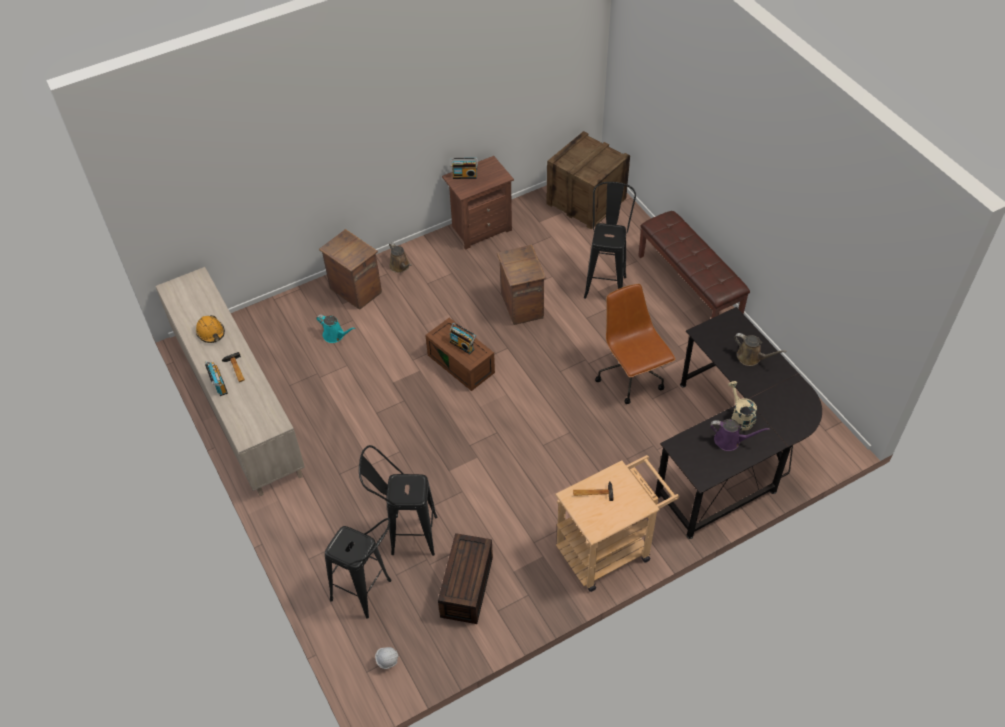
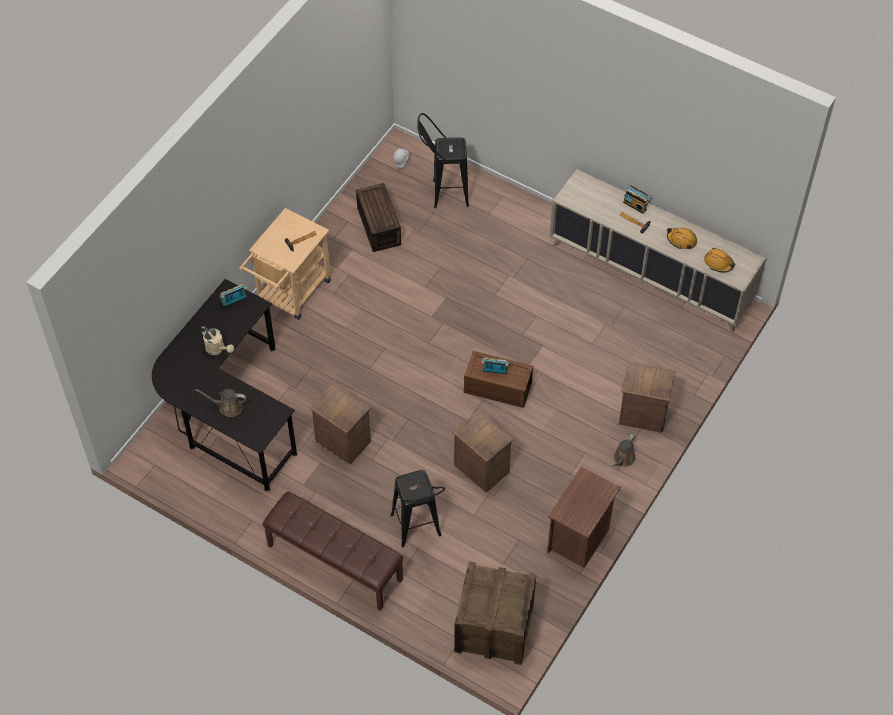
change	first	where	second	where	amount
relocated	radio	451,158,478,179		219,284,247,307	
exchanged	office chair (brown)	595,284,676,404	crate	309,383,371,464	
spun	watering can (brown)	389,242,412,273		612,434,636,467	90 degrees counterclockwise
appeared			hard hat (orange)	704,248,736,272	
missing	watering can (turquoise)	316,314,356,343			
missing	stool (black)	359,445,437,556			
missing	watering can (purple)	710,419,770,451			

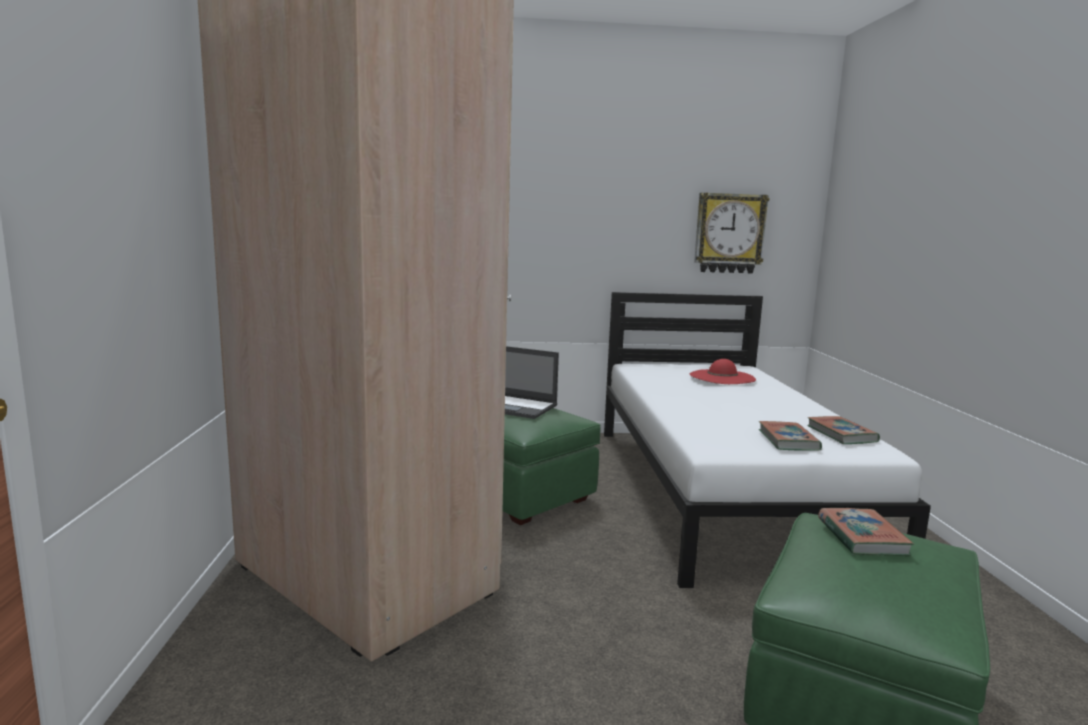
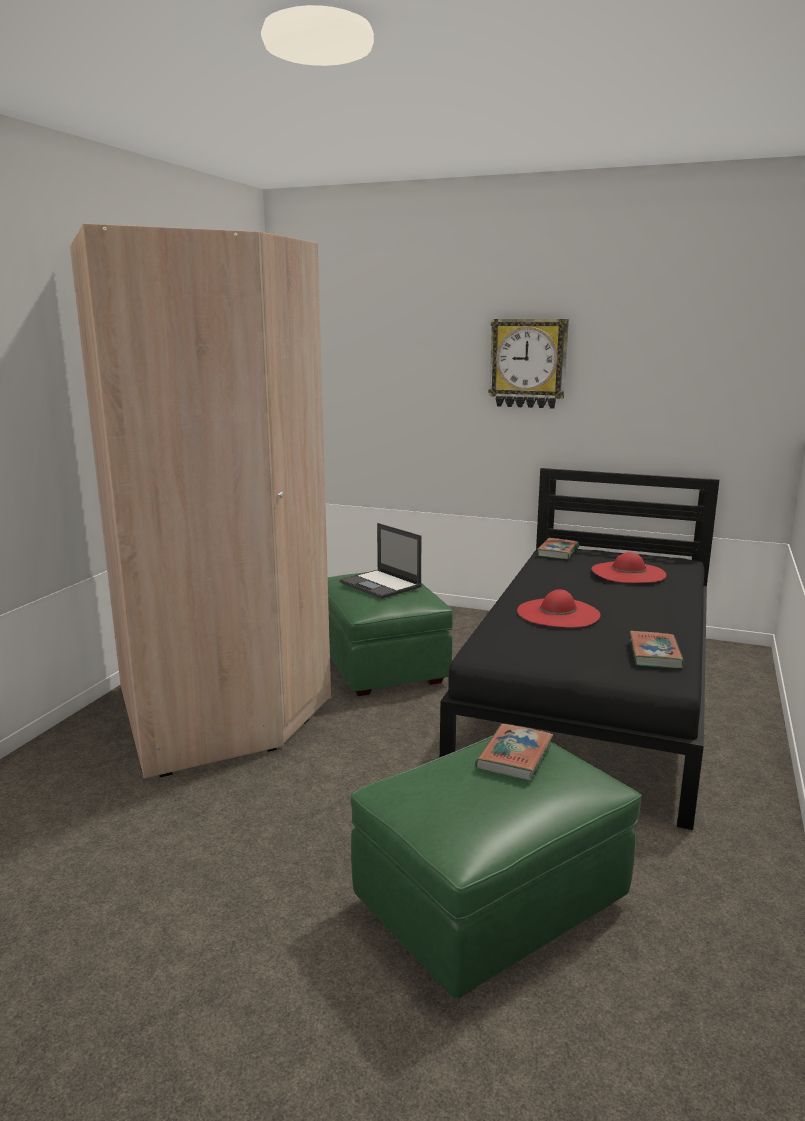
change	first	where	second	where	amount
colour	bed (white)	604,292,931,588	bed (black)	440,468,719,830	
relocated	wall clock	694,193,769,273		489,319,569,409	
appeared			hat (red)	517,589,600,628	
relocated	book	759,421,822,451		537,538,579,559	

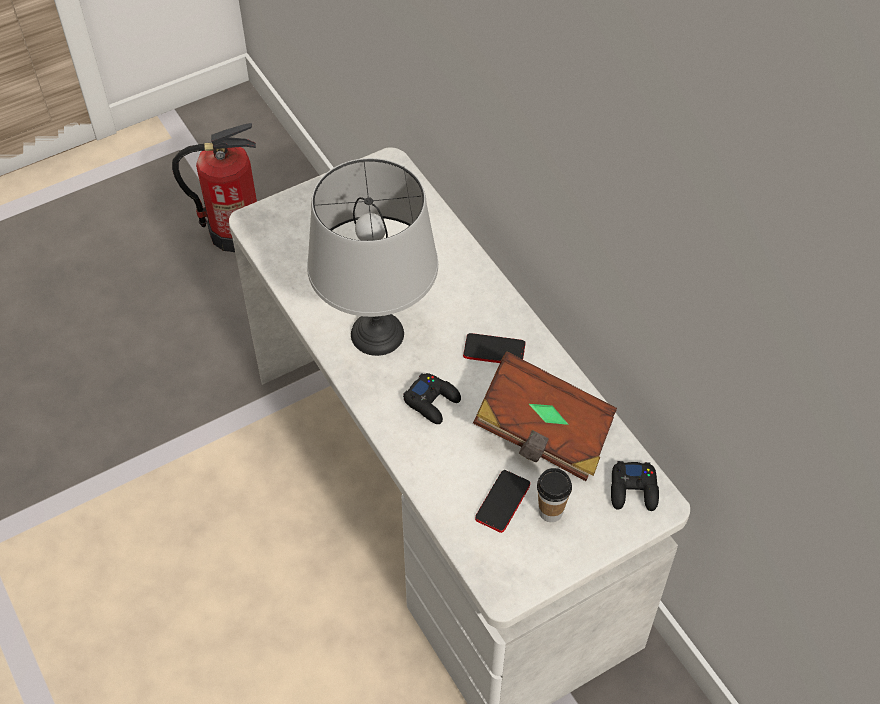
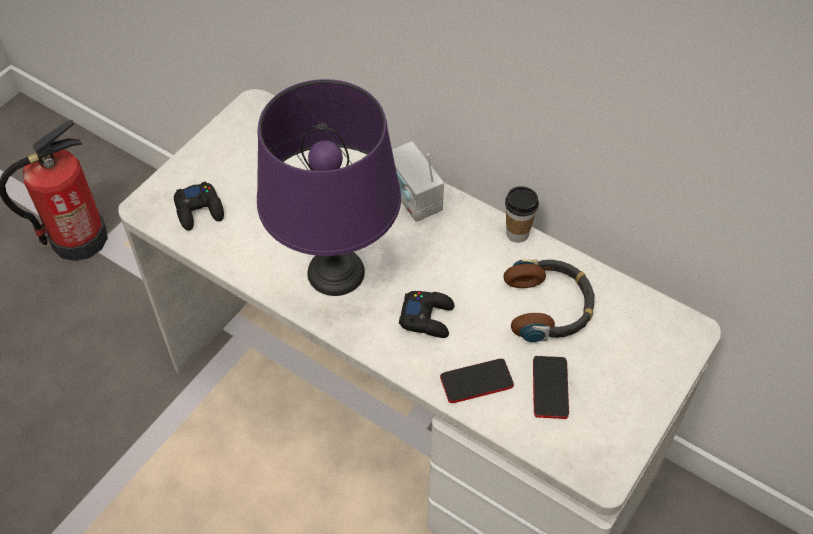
change	first	where	second	where	amount
relocated	game controller (black)	611,461,659,511		174,181,224,231	
colour	table lamp (grey)	307,158,438,356	table lamp (purple)	257,79,401,296	
appeared			radio	392,141,444,222	
relocated	phone	463,333,526,363		440,359,514,403	
exchanged	book (brown)	473,351,617,481	headphones	504,259,595,342	
relocated	cup	537,468,572,522		505,186,539,243	

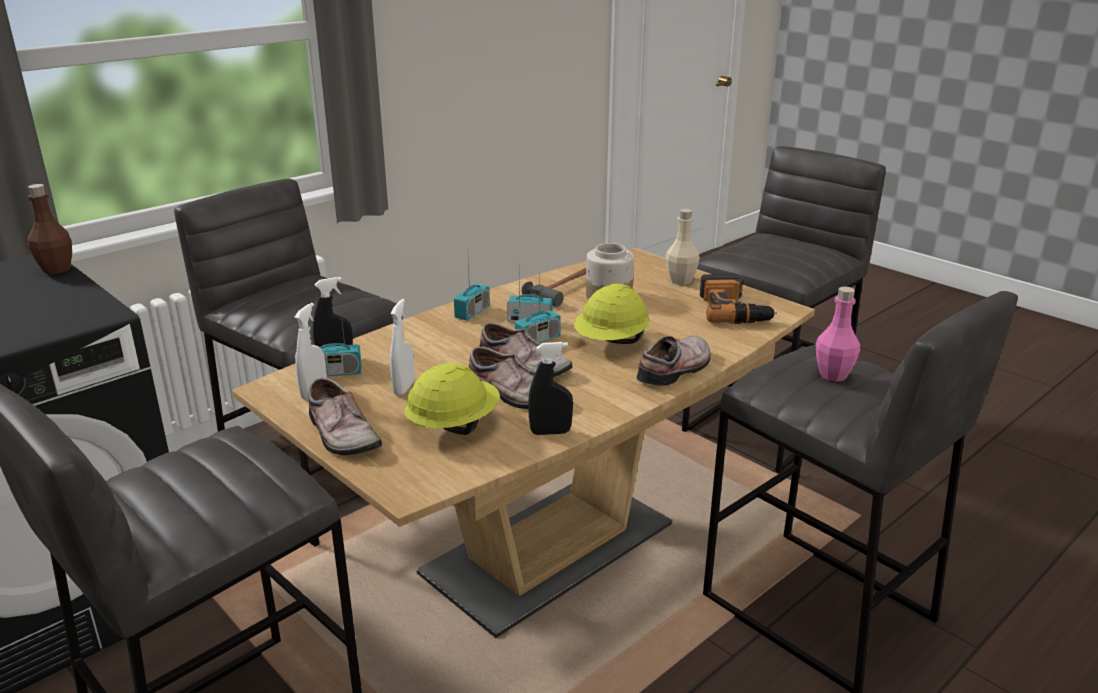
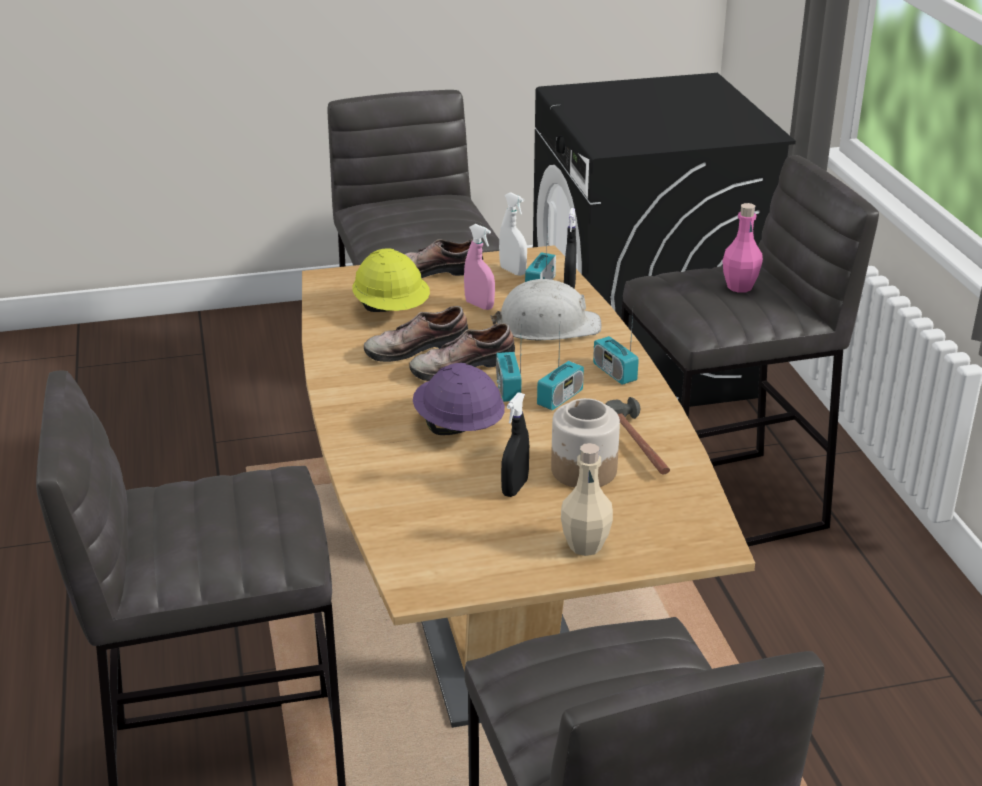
change	first	where	second	where	amount
colour	hard hat (yellow)	574,284,649,344	hard hat (purple)	413,363,505,435	
colour	spray bottle (white)	390,299,414,395	spray bottle (pink)	464,224,495,310	
appeared			hard hat (white)	490,279,602,341	
relocated	spray bottle (black)	528,342,573,435		501,392,529,497	
relocated	bottle (pink)	816,287,860,382		722,203,763,293	
missing	bottle (brown)	28,184,72,275			
missing	shoe	637,335,710,386			
missing	power drill	700,274,777,324			

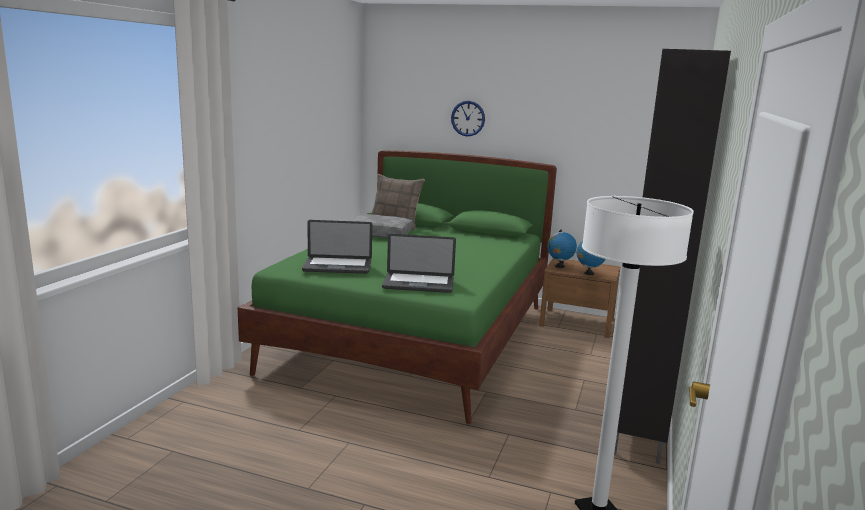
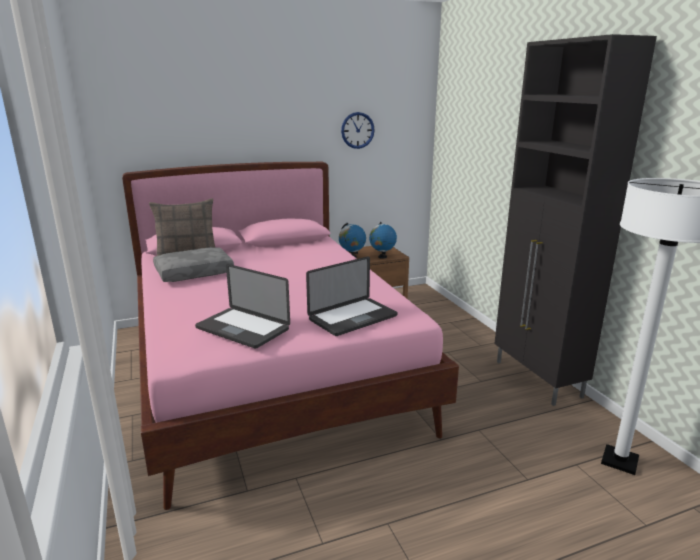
change	first	where	second	where	amount
colour	bed (green)	238,150,557,424	bed (pink)	122,162,459,510	
spun	laptop	302,220,372,274		195,264,290,349	75 degrees clockwise
relocated	wall clock	451,101,485,136		341,112,375,149	

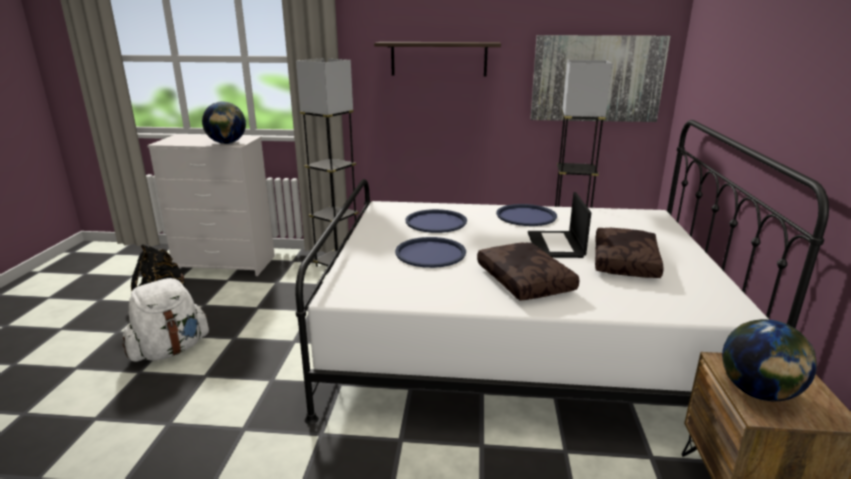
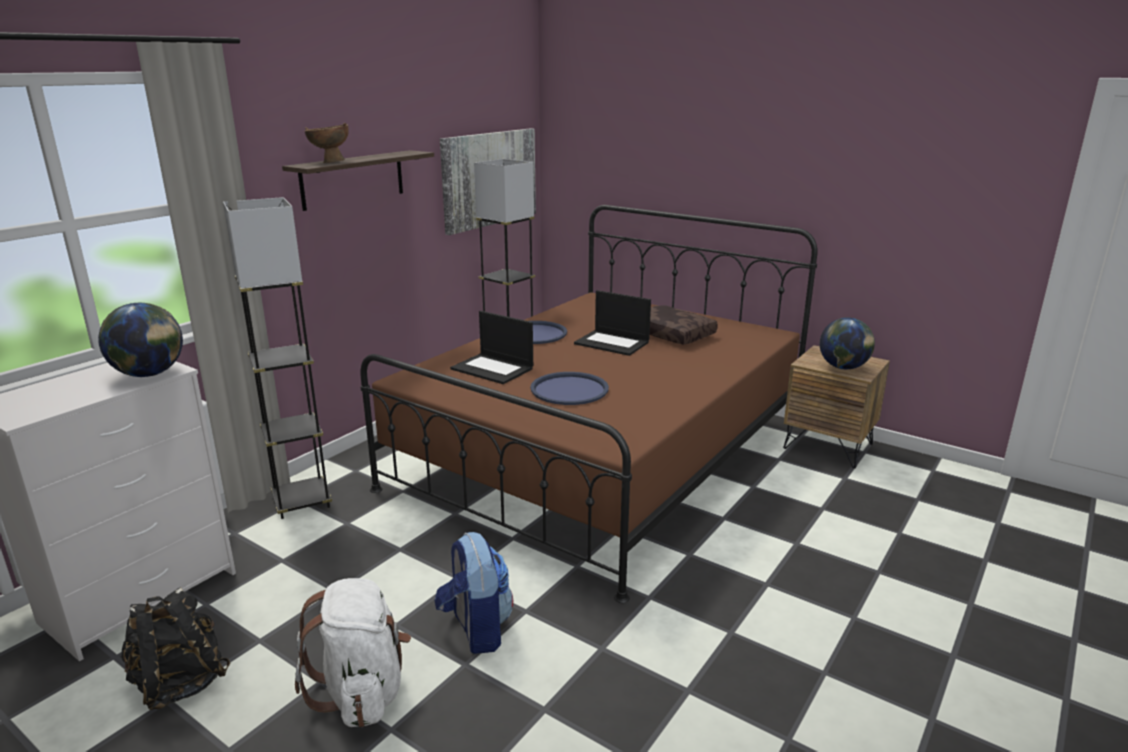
change	first	where	second	where	amount
appeared			bowl (brown)	305,123,349,163	
colour	bed (white)	296,120,829,424	bed (brown)	360,205,818,603	
appeared			backpack	434,532,513,654	
exchanged	tray (blue)	405,209,467,233	laptop	450,311,533,384	
missing	pillow (brown)	477,242,580,301			

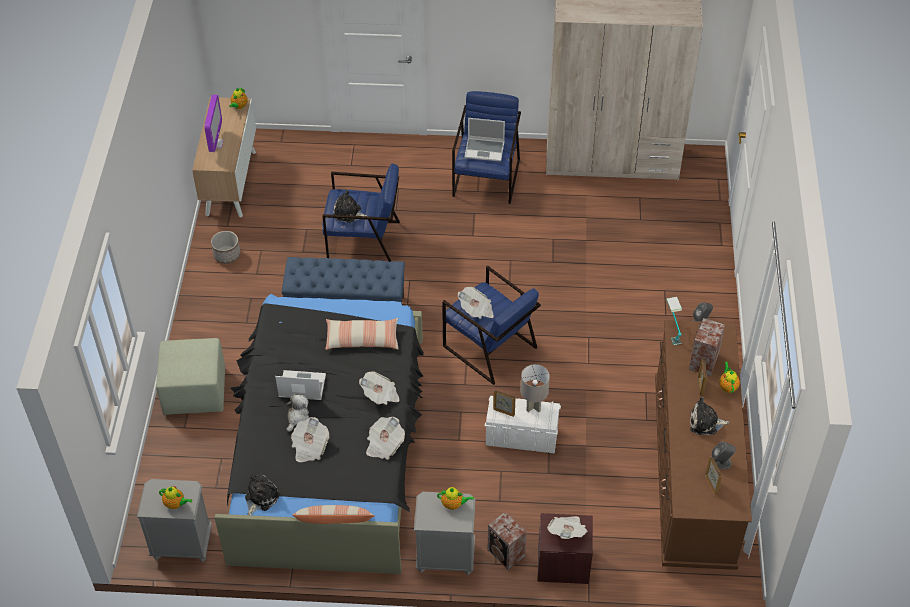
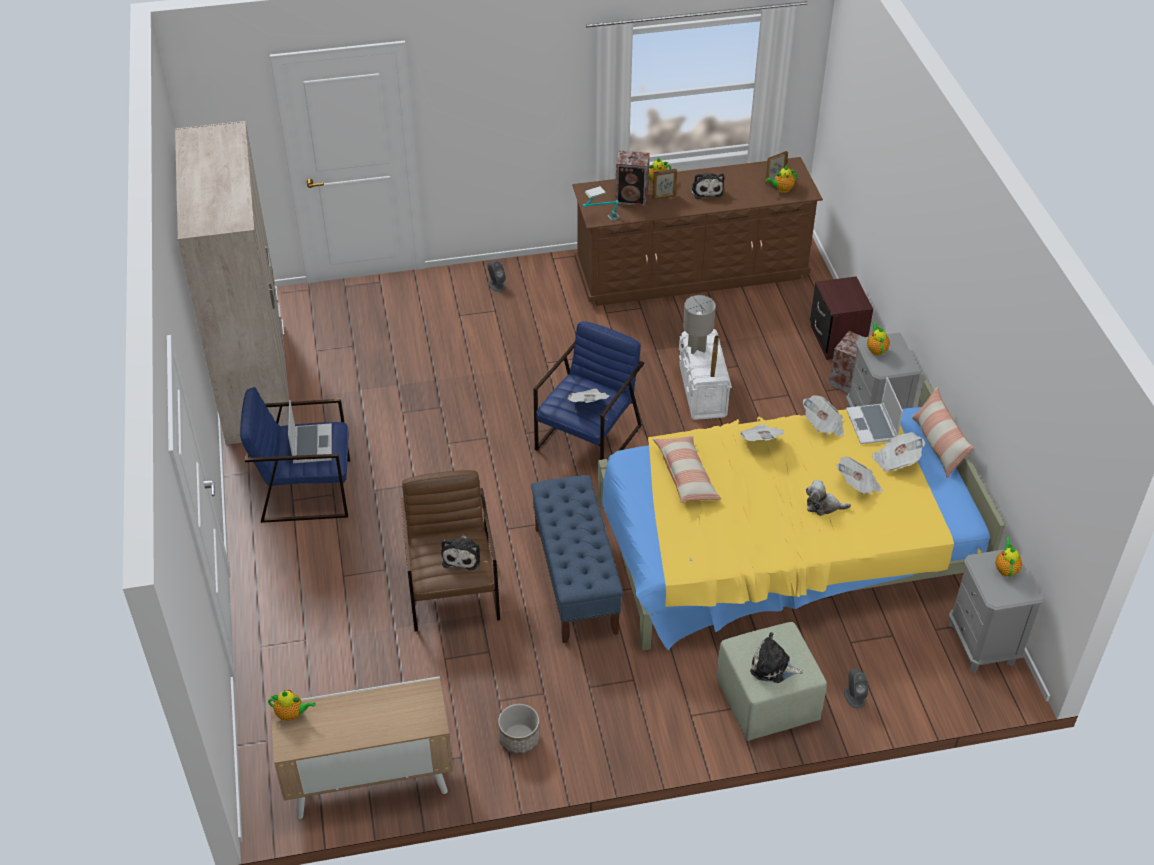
change	first	where	second	where	amount
colour	armchair (blue)	322,164,400,262	armchair (brown)	400,470,500,632	
colour	bed (black)	214,294,424,574	bed (yellow)	598,380,1005,651	
relocated	plush toy	245,475,280,515		750,632,803,683	
appeared			teapot	765,166,798,193	
relocated	speaker (grey)	712,442,736,469		844,668,868,708	
relocated	laptop	275,370,326,400		846,377,903,444	
relocated	newspaper	547,516,588,539		872,432,925,472	
missing	monitor	204,95,224,152			

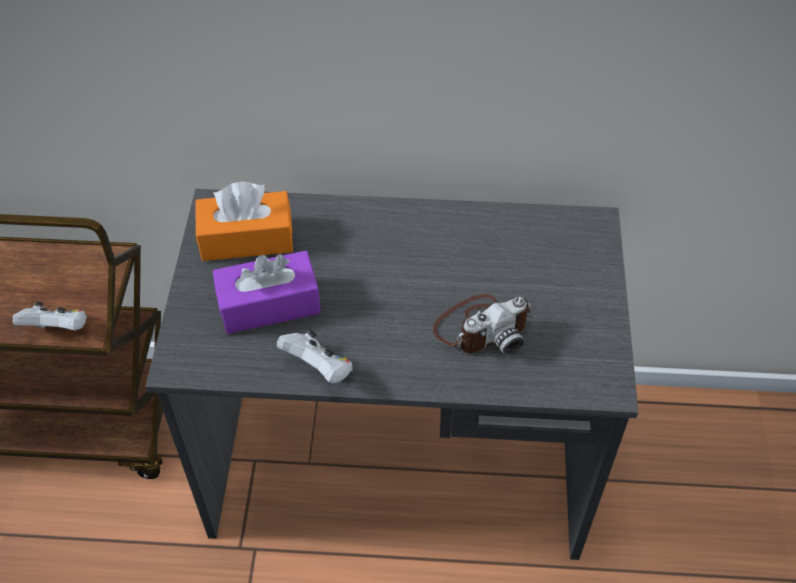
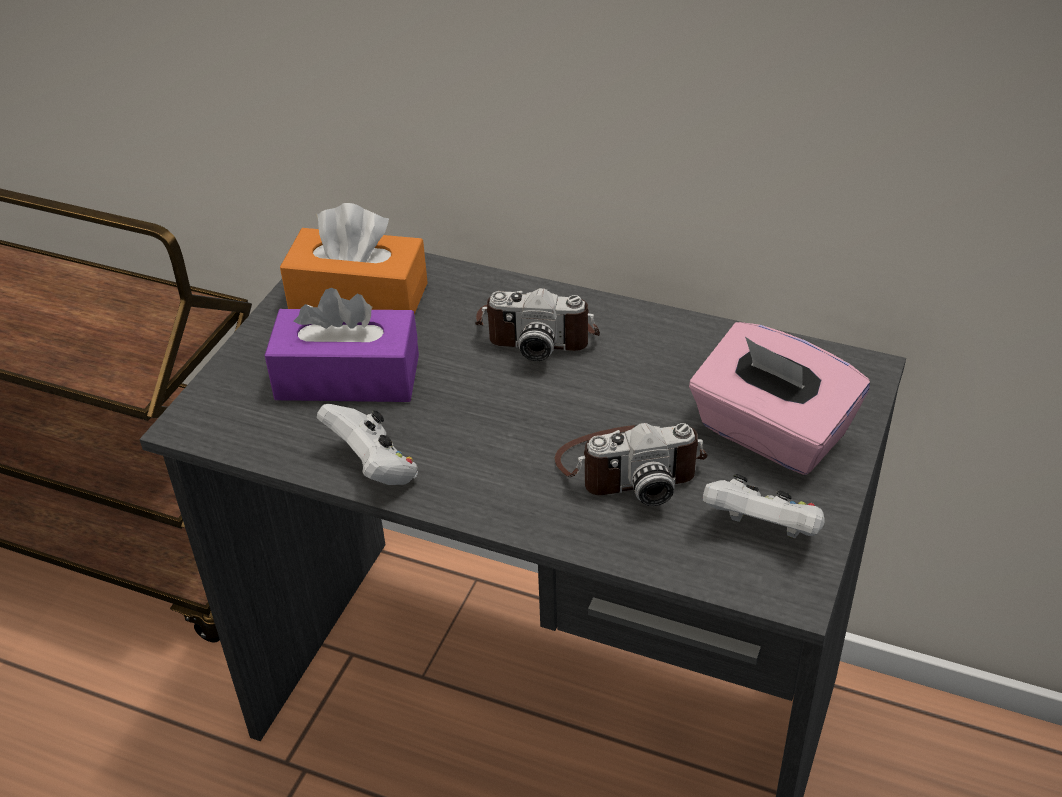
change	first	where	second	where	amount
appeared			photo camera	475,288,600,361	
appeared			tissue box (pink)	689,322,870,475	
relocated	game controller (white)	13,302,87,331		703,474,825,539	

